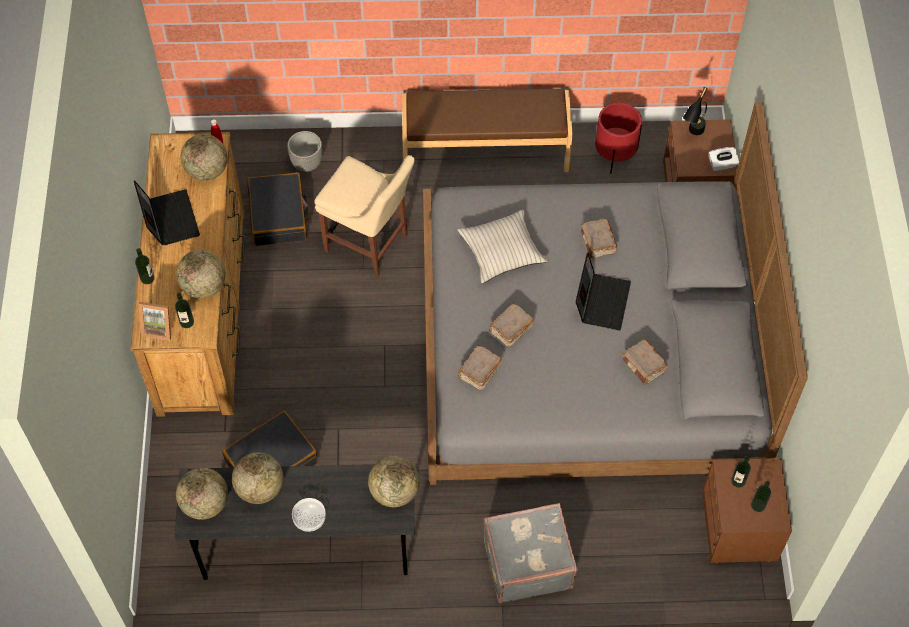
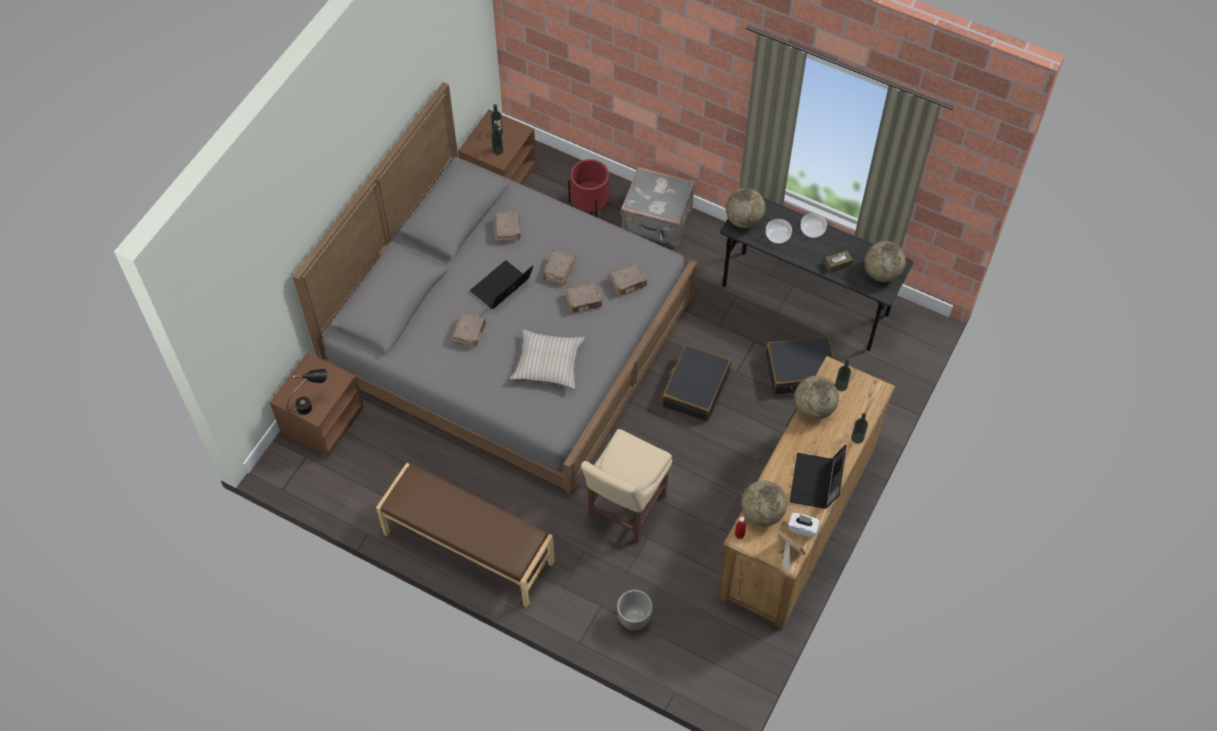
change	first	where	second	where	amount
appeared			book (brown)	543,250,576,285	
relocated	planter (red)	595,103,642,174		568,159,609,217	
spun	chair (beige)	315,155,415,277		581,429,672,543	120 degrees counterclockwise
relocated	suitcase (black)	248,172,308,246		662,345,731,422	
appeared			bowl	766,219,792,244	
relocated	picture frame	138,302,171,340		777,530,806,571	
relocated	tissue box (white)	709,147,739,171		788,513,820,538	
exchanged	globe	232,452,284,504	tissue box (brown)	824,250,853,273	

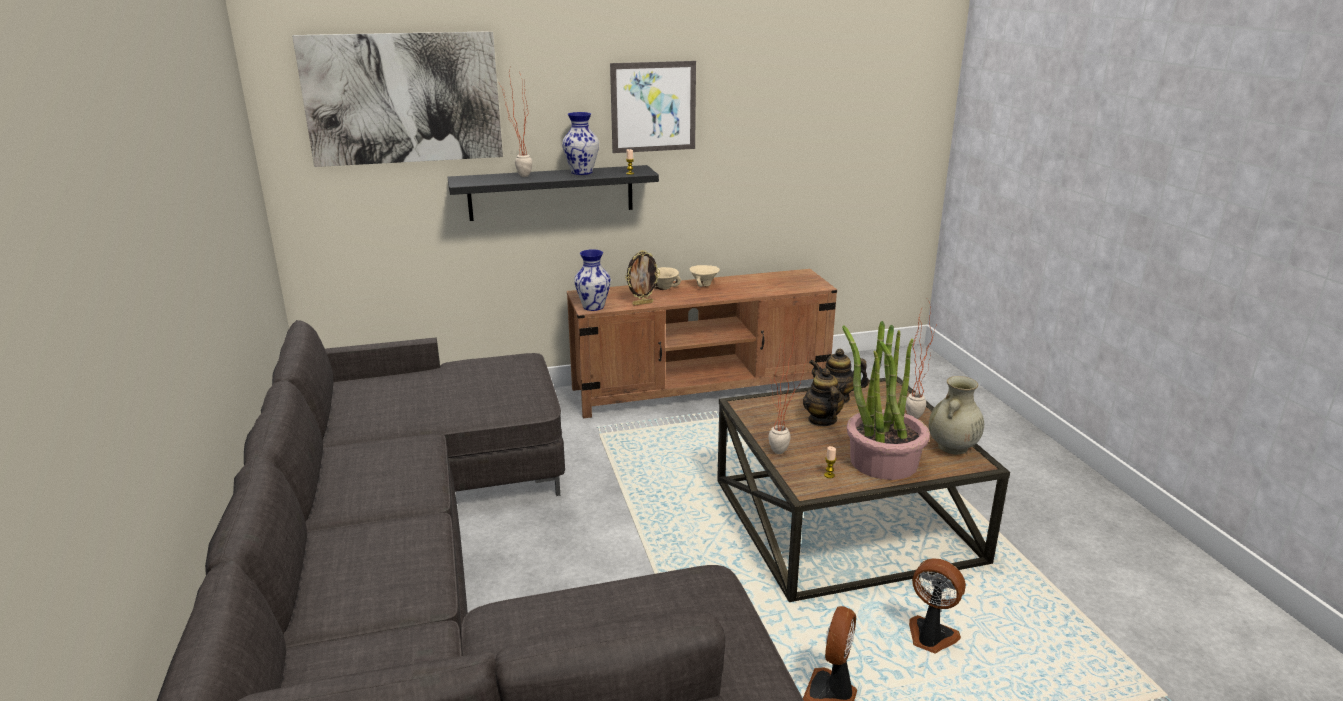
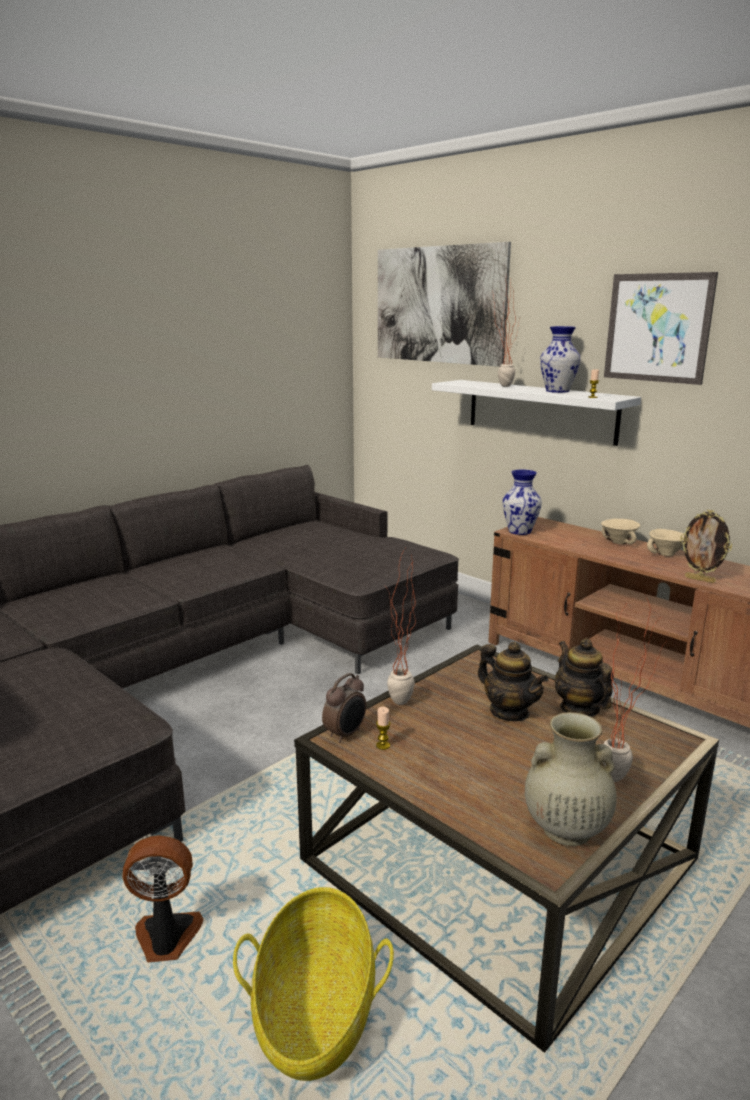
change	first	where	second	where	amount
exchanged	fan	909,558,966,654	basket	233,887,394,1081	
appeared			alarm clock	322,673,366,743	
colour	shelf (black)	448,165,659,221	shelf (white)	432,380,641,446	
spun	teapot	803,368,845,427		478,642,549,721	90 degrees clockwise
relocated	picture frame	625,250,660,306		680,510,732,583	
missing	potted plant	842,321,930,480			

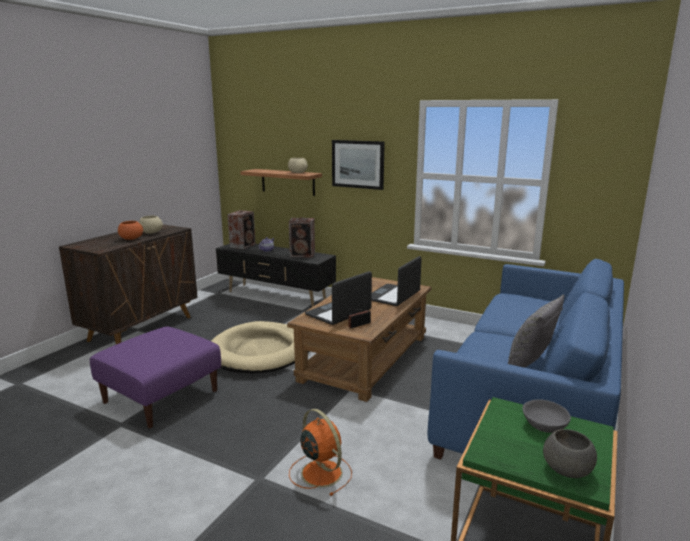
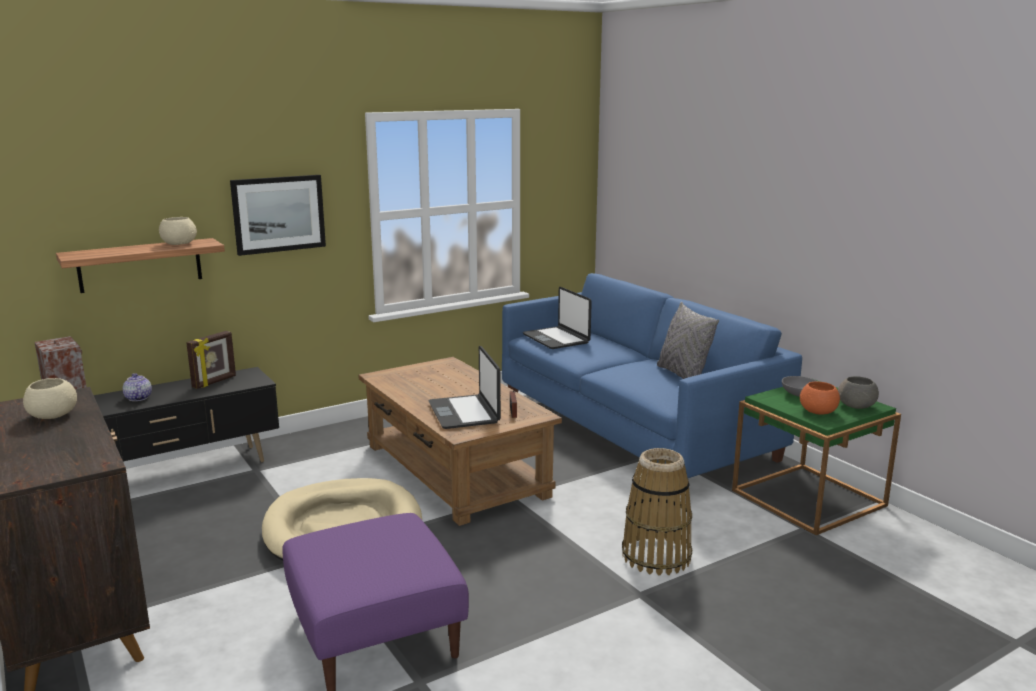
change	first	where	second	where	amount
exchanged	speaker	289,217,315,258	picture frame	186,331,236,389	
relocated	laptop	371,256,422,306		523,287,592,349	
exchanged	fan (orange)	289,409,352,496	basket	622,448,692,576	
relocated	bowl (orange)	118,221,143,240		800,382,840,415	

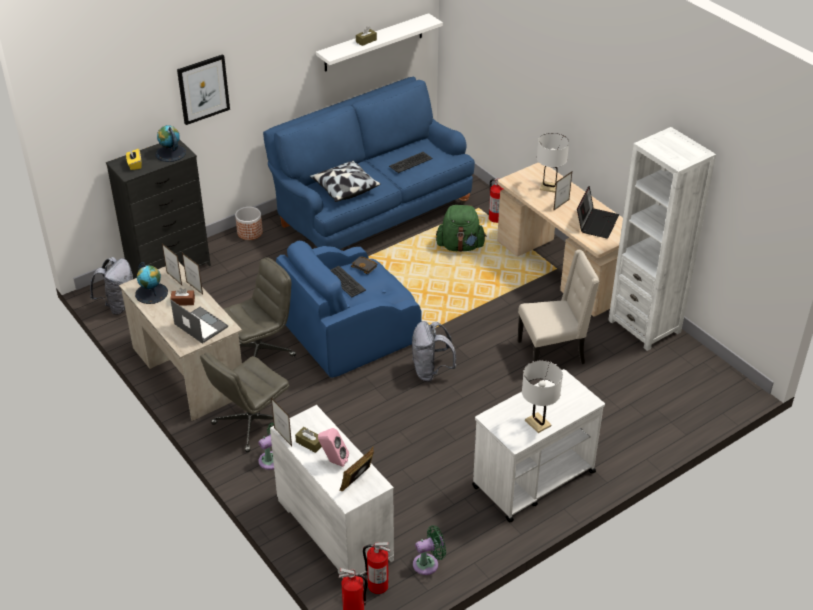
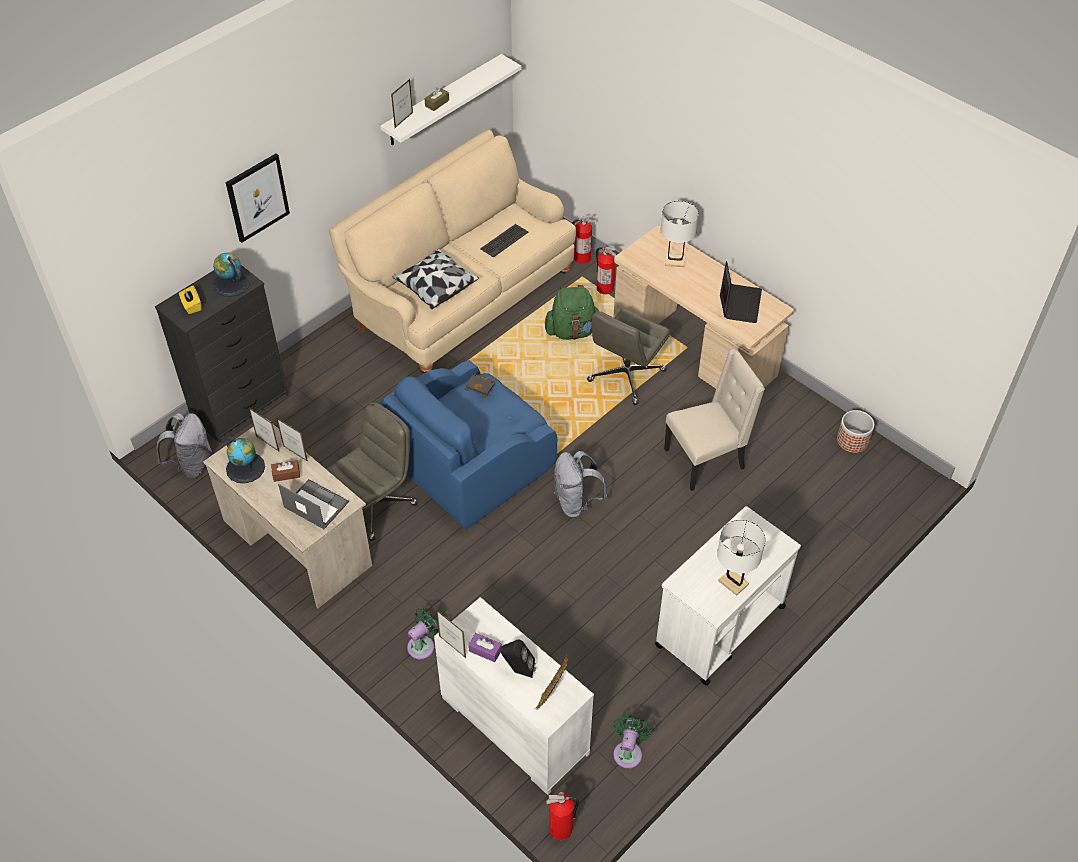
change	first	where	second	where	amount
colour	sofa (blue)	263,77,475,249	sofa (beige)	329,130,576,374	
relocated	picture frame	553,172,572,211		391,79,413,128	
colour	tissue box (brown)	295,427,322,453	tissue box (purple)	468,633,502,662	
colour	speaker (pink)	318,428,349,467	speaker (black)	501,639,536,678	
relocated	fire extinguisher	363,542,391,594		572,215,594,264	
relocated	office chair (grey)	200,352,290,452		587,308,670,405	
spun	fan (green)	413,525,446,575		613,715,652,769	45 degrees counterclockwise
relocated	planter	235,207,263,240		837,410,874,453	
missing	keyboard	330,266,366,297			
missing	bookcase (white)	608,127,716,351			

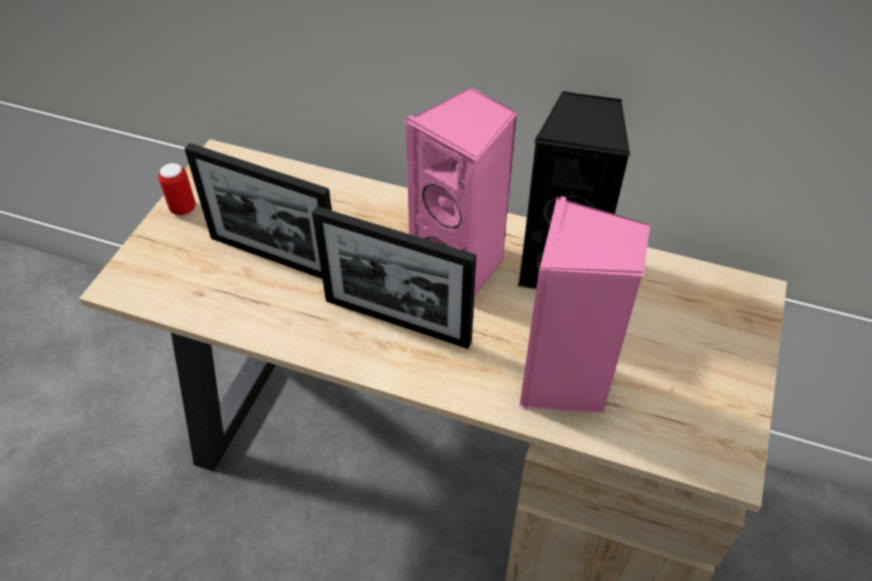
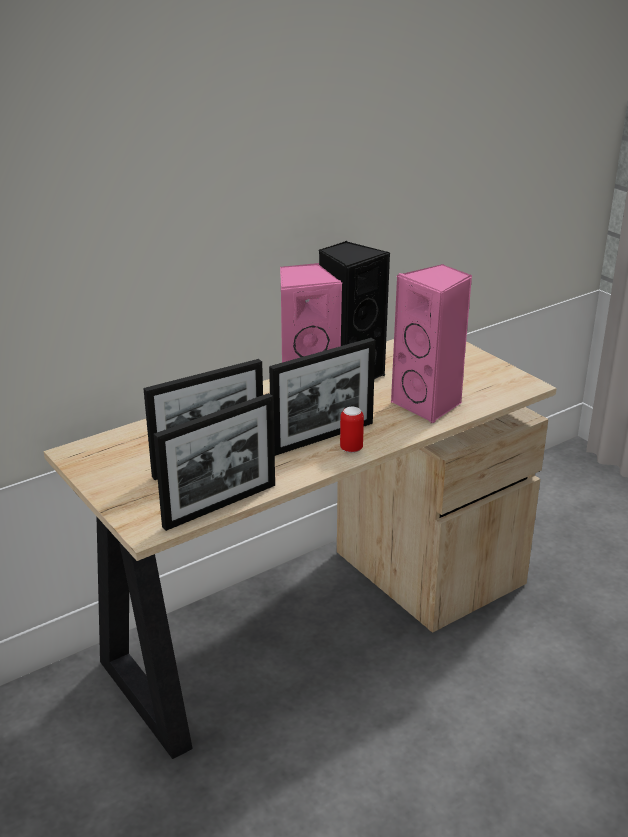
change	first	where	second	where	amount
appeared			picture frame	154,393,275,531	
relocated	can	158,163,196,215		340,407,364,453	

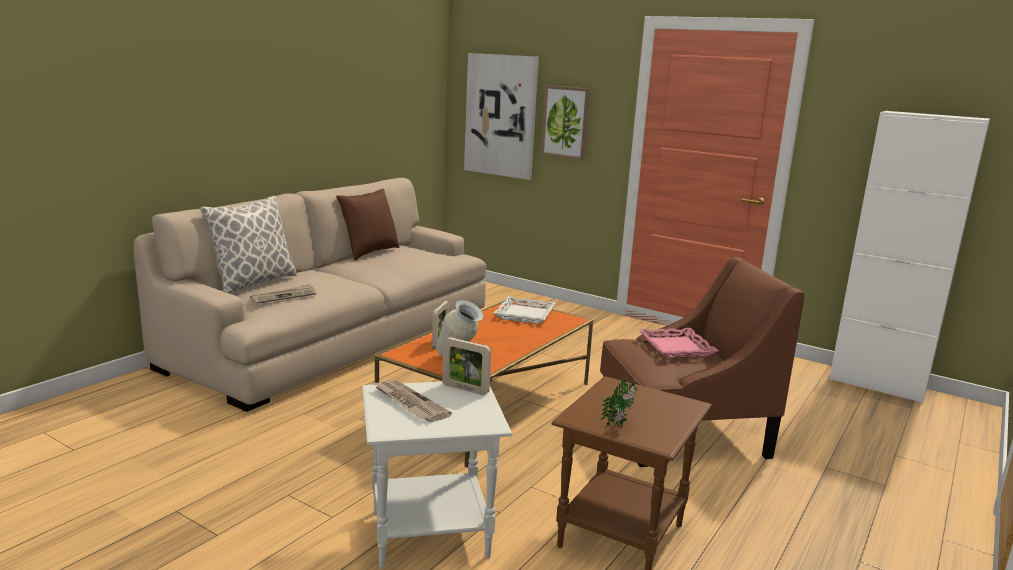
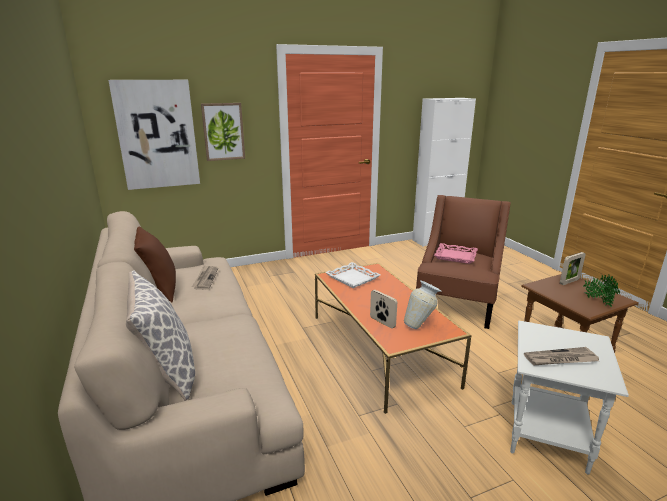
change	first	where	second	where	amount
relocated	newspaper	250,284,316,304		192,265,218,290	
relocated	picture frame	442,337,491,395		560,252,586,285	

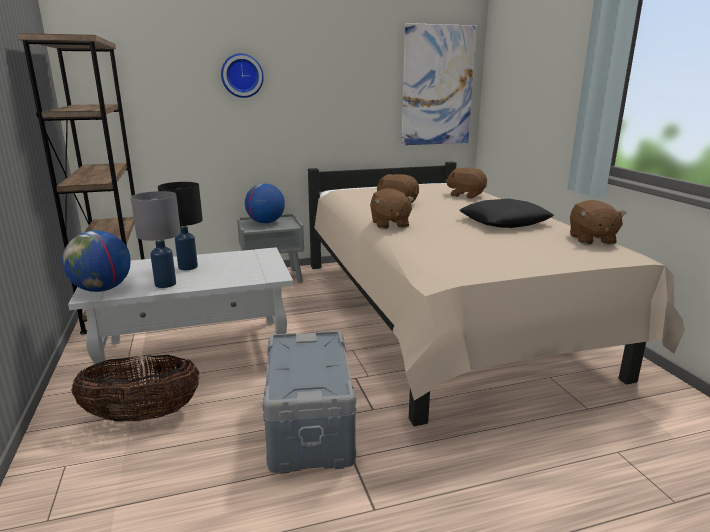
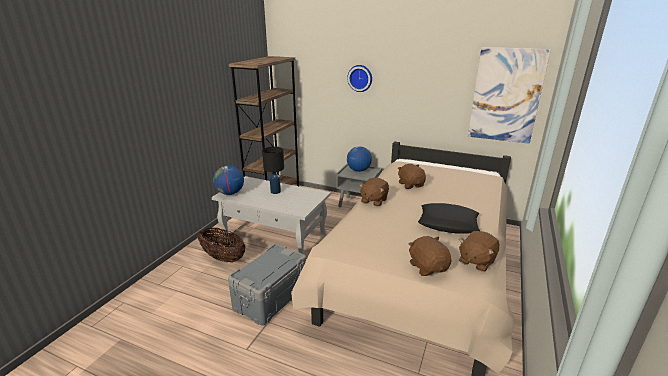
change	first	where	second	where	amount
relocated	plush toy (brown)	446,167,487,199		409,236,452,276	
missing	table lamp (grey)	131,191,181,288			

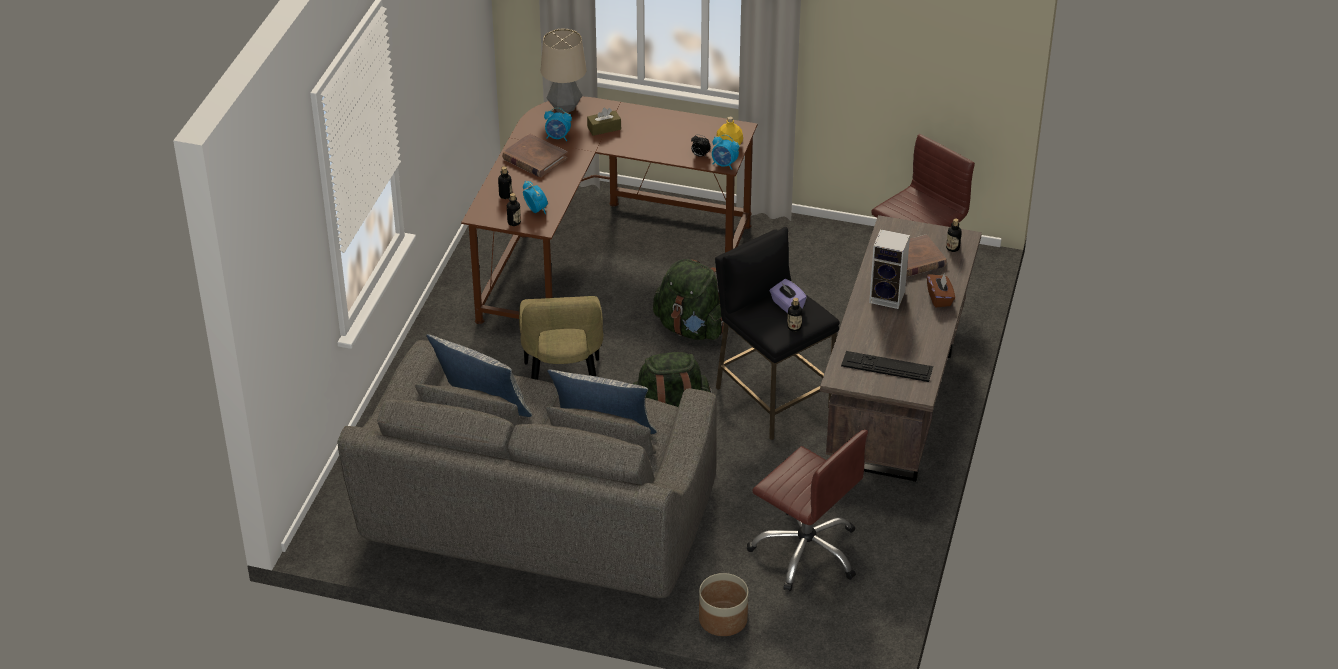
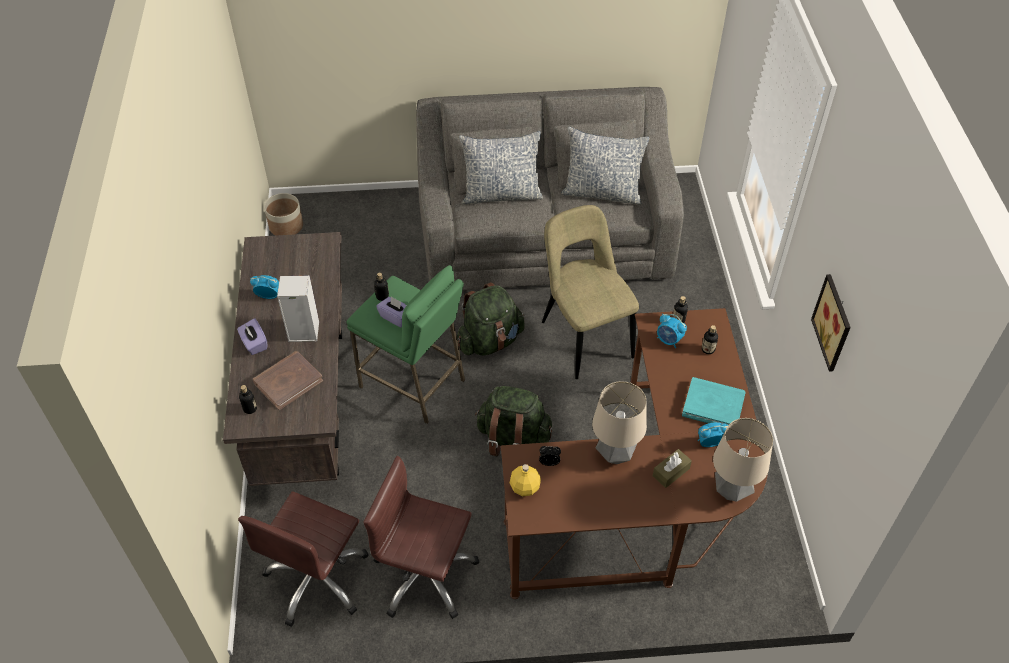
change	first	where	second	where	amount
colour	tissue box (brown)	927,273,955,308	tissue box (purple)	237,318,267,355	
relocated	alarm clock	712,135,739,170		250,275,279,299	
relocated	planter	699,573,748,636		264,193,303,236	
colour	stool (black)	715,227,840,440	stool (green)	346,265,465,424	
relocated	office chair (brown)	747,430,868,591		363,456,479,619	
appeared			table lamp	592,381,647,464	
colour	book (brown)	502,133,567,177	book (turquoise)	682,377,746,425	
appeared			picture	811,274,851,372	
missing	keyboard	841,351,933,382			

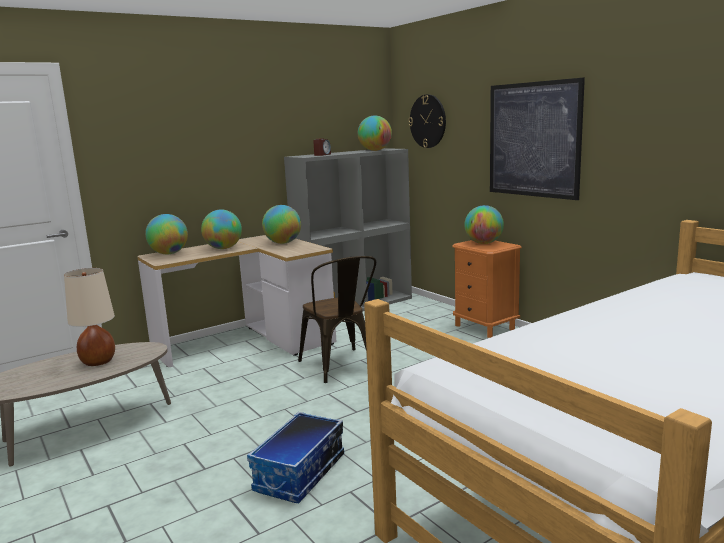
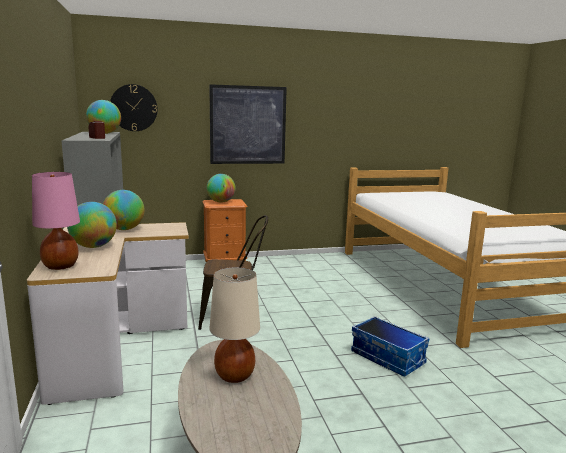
change	first	where	second	where	amount
exchanged	globe	145,214,188,254	table lamp (pink)	32,172,80,270	

